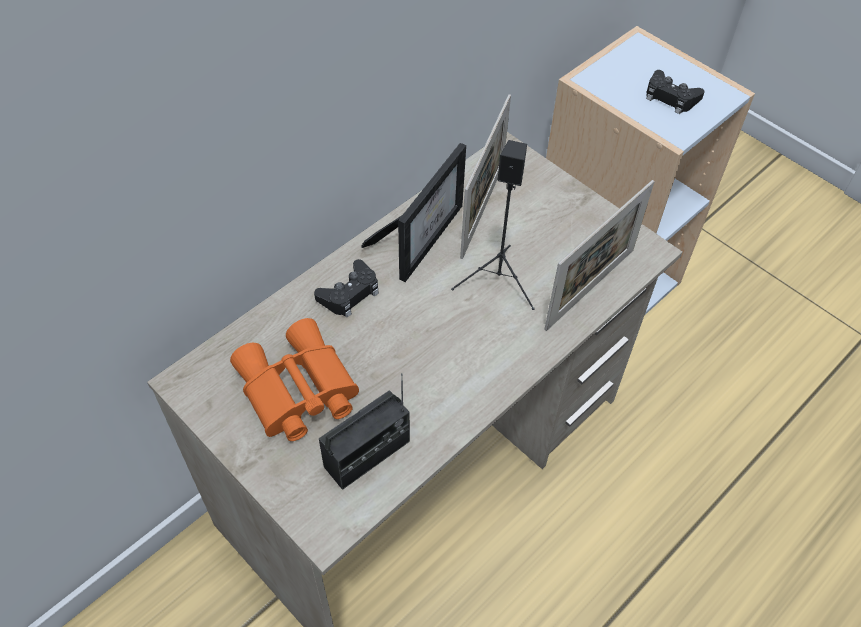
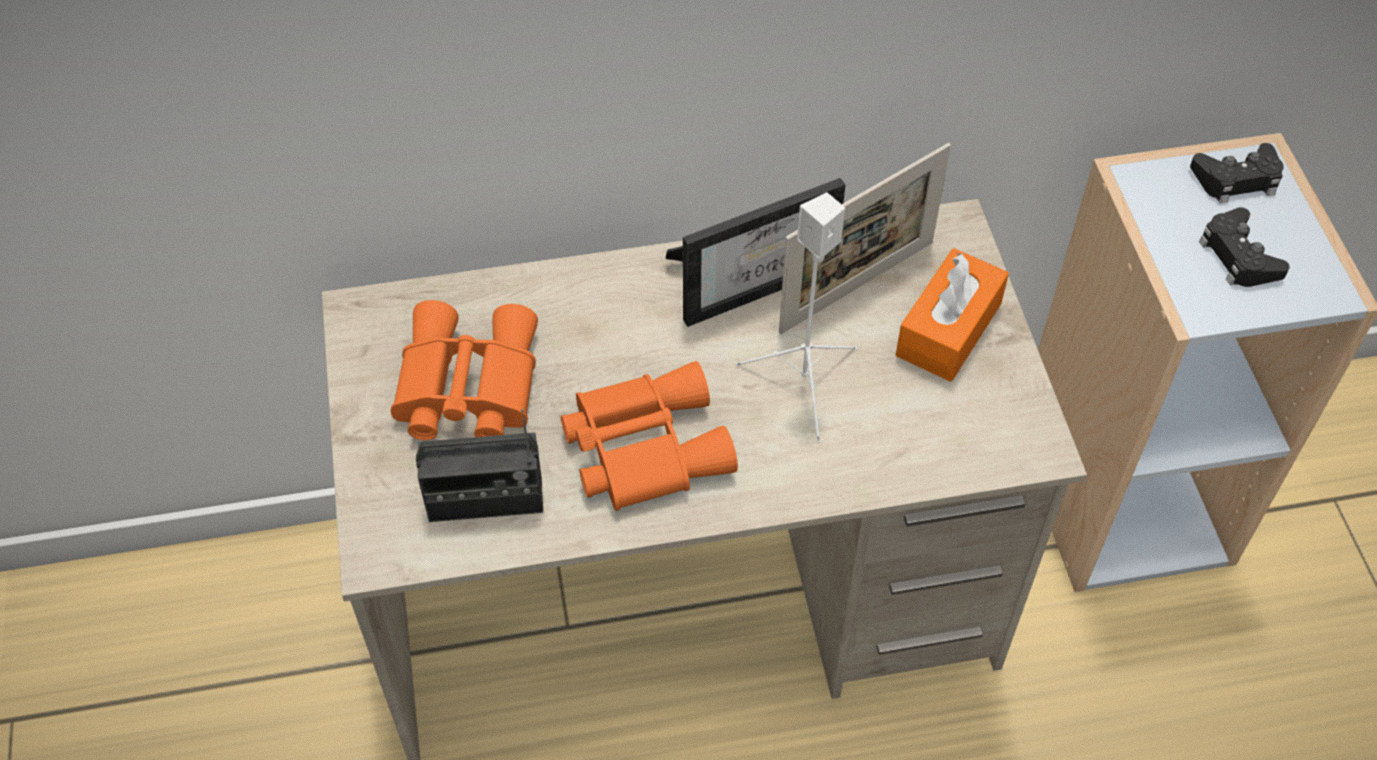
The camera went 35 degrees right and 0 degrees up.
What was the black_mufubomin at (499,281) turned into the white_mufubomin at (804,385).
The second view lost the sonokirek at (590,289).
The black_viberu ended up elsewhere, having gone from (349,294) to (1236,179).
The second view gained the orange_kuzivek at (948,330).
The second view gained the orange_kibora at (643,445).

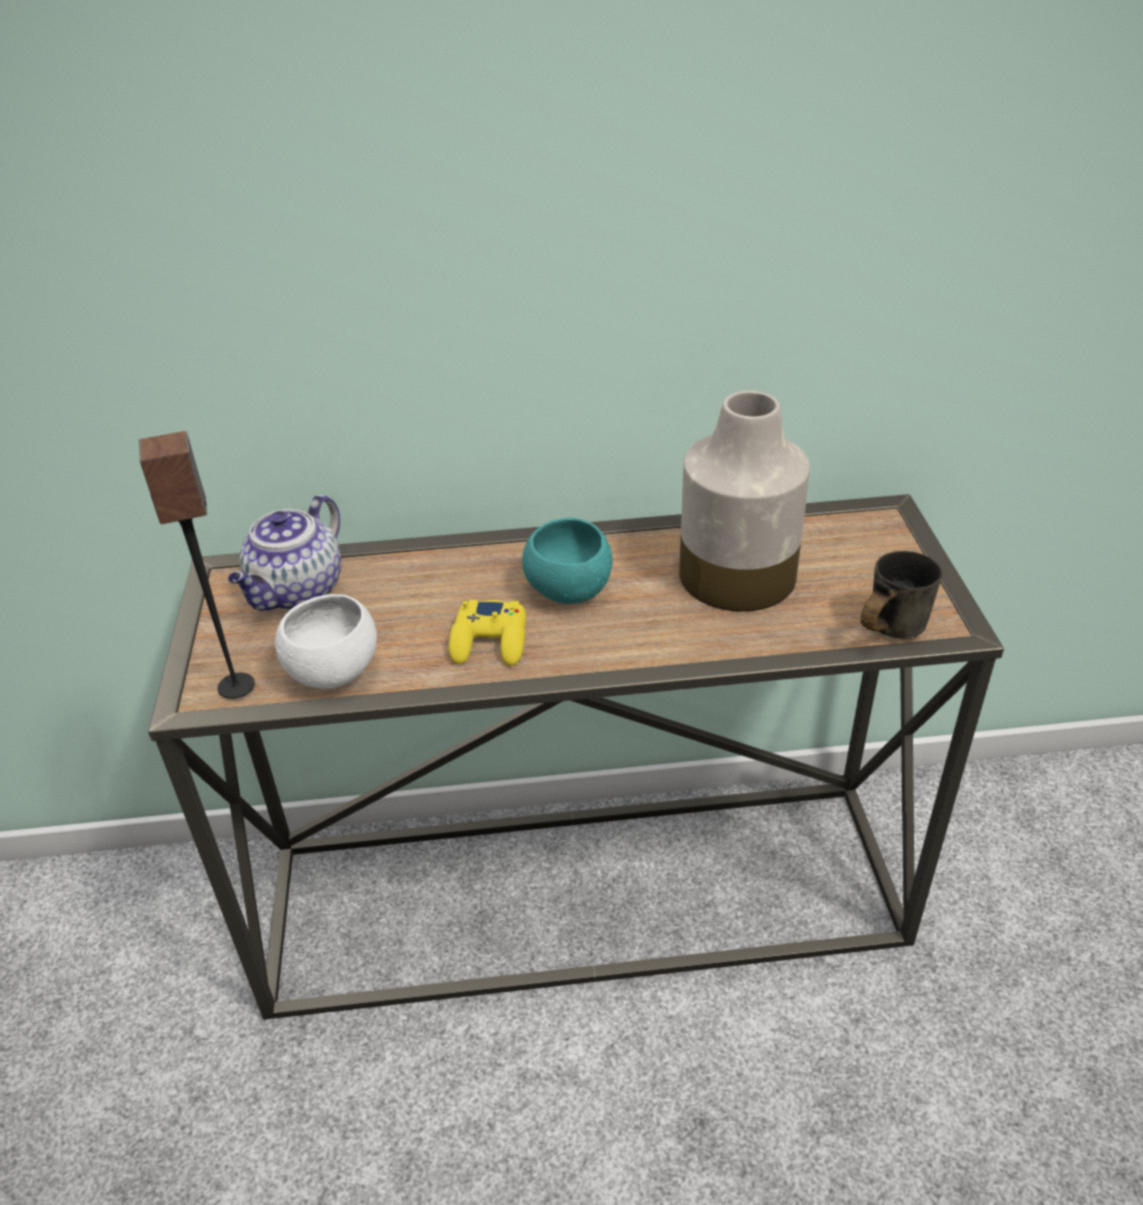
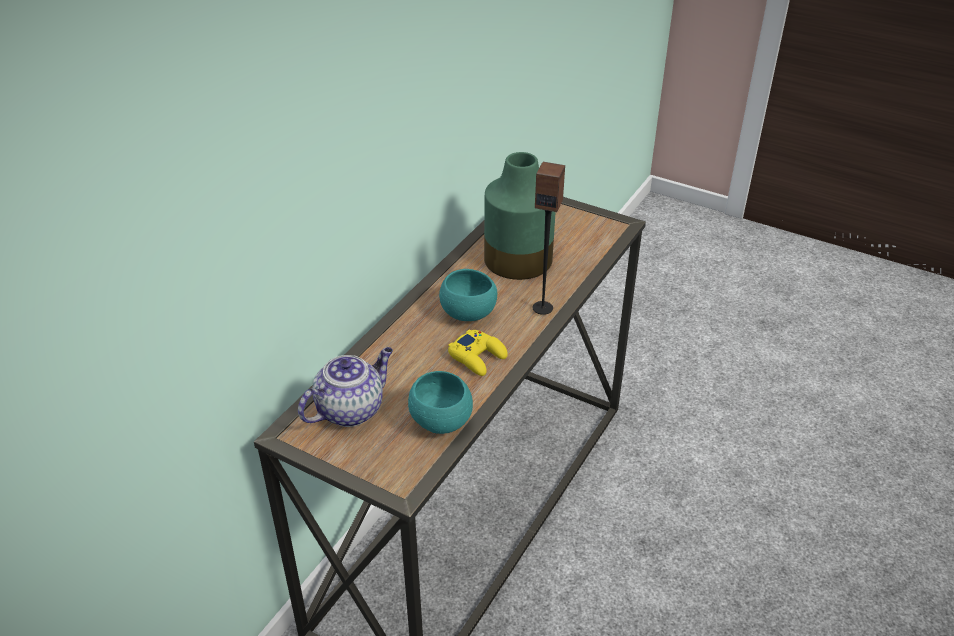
The camera went 55 degrees left and 0 degrees up.
What was the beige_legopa at (739,574) turned into the green_legopa at (518,258).
The mufubomin ended up elsewhere, having gone from (237,686) to (543,307).
The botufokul at (297,592) ended up facing another way, 105 degrees counterclockwise from before.
The second view lost the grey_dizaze at (884,628).
What was the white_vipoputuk at (334,672) turned into the turquoise_vipoputuk at (441,421).

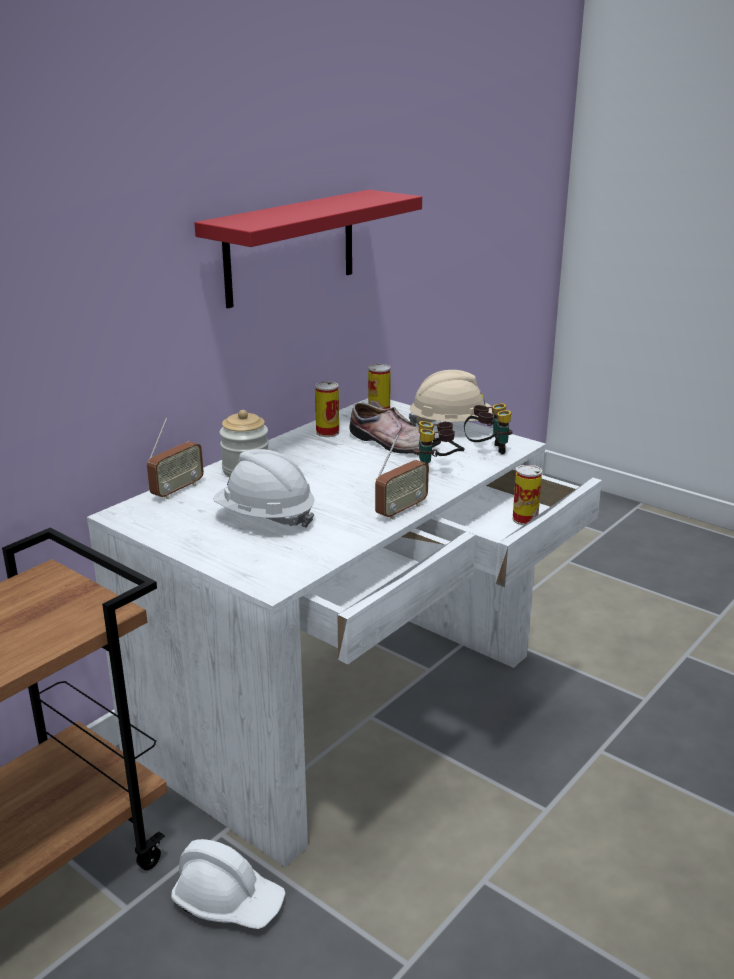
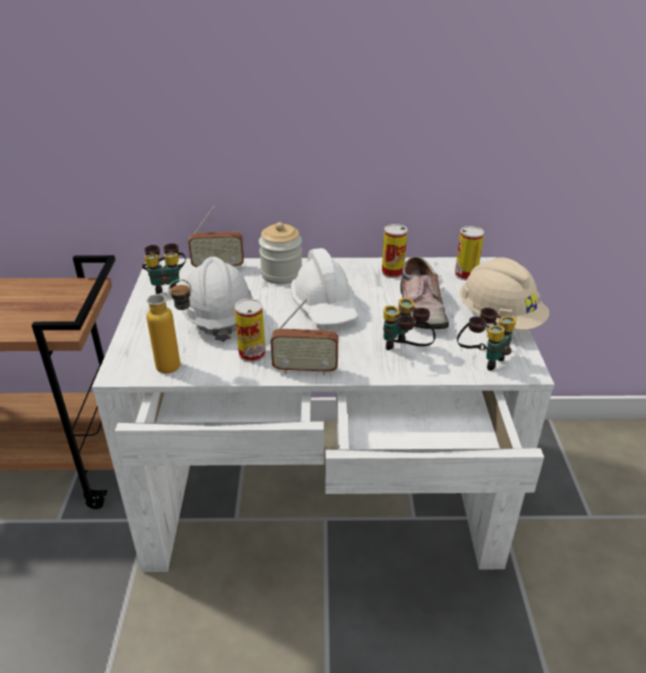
The camera went 50 degrees right and 10 degrees up.
The second view lost the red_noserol at (290,247).
The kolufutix ended up elsewhere, having gone from (525,519) to (252,354).
The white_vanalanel ended up elsewhere, having gone from (229,900) to (325,306).
The second view gained the kibora at (167,286).
The second view gained the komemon at (178,365).

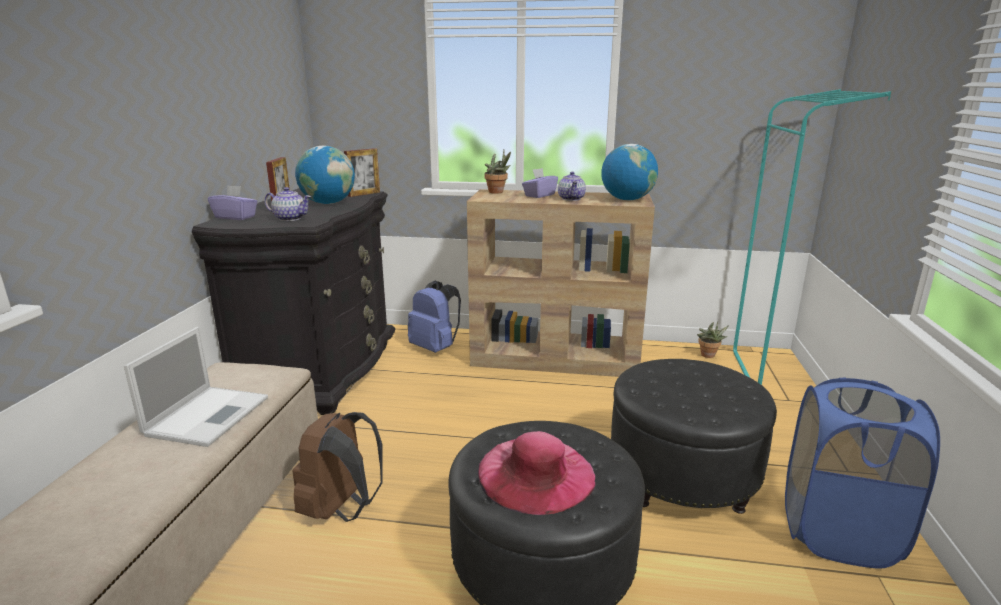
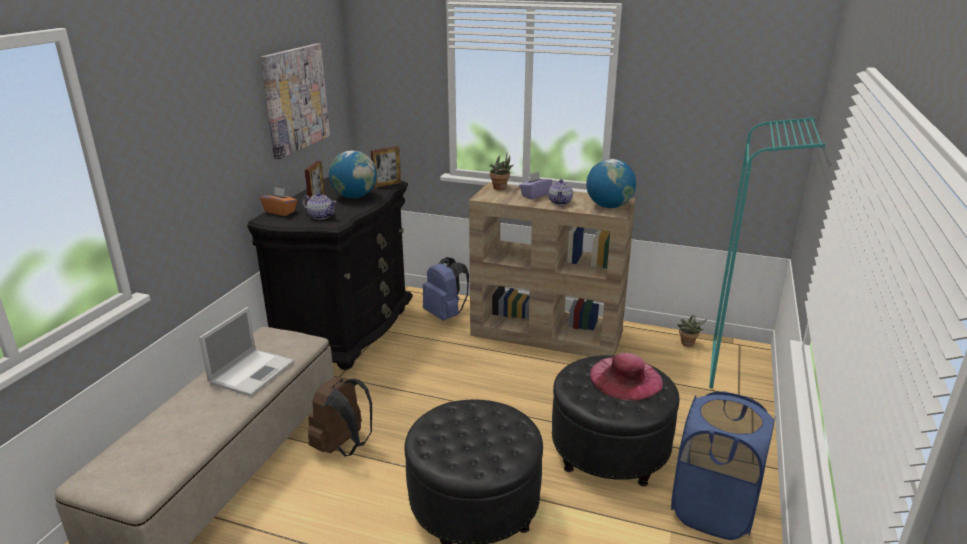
The camera went 10 degrees right and 5 degrees up.
What was the purple_kuzivek at (236,217) turned into the orange_kuzivek at (280,212).
The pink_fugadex ended up elsewhere, having gone from (535,473) to (625,378).
The second view gained the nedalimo at (295,99).

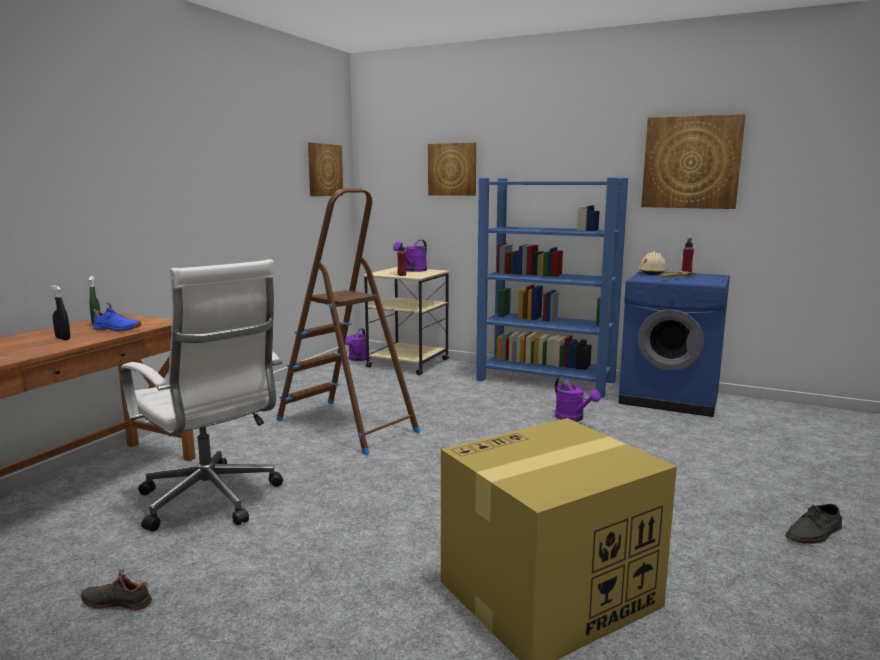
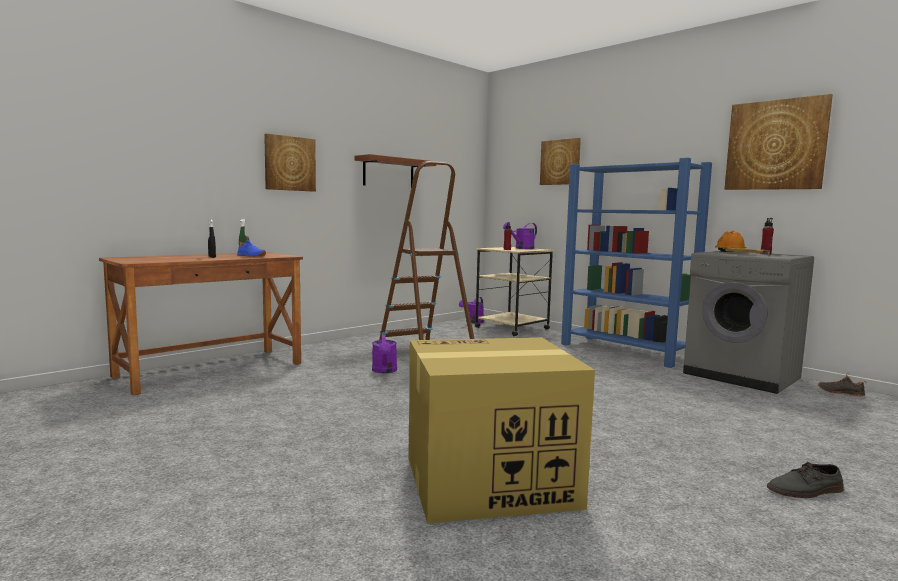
The camera went 20 degrees right and 5 degrees down.
The nedalimo ended up elsewhere, having gone from (324,170) to (289,163).
What was the beige_vanalanel at (652,273) turned into the orange_vanalanel at (730,251).
The second view lost the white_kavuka at (212,501).
What was the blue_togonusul at (669,399) turned into the grey_togonusul at (741,376).
The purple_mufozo ended up elsewhere, having gone from (573,418) to (384,371).
The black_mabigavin ended up elsewhere, having gone from (118,602) to (840,392).
The second view gained the brown_noserol at (388,173).

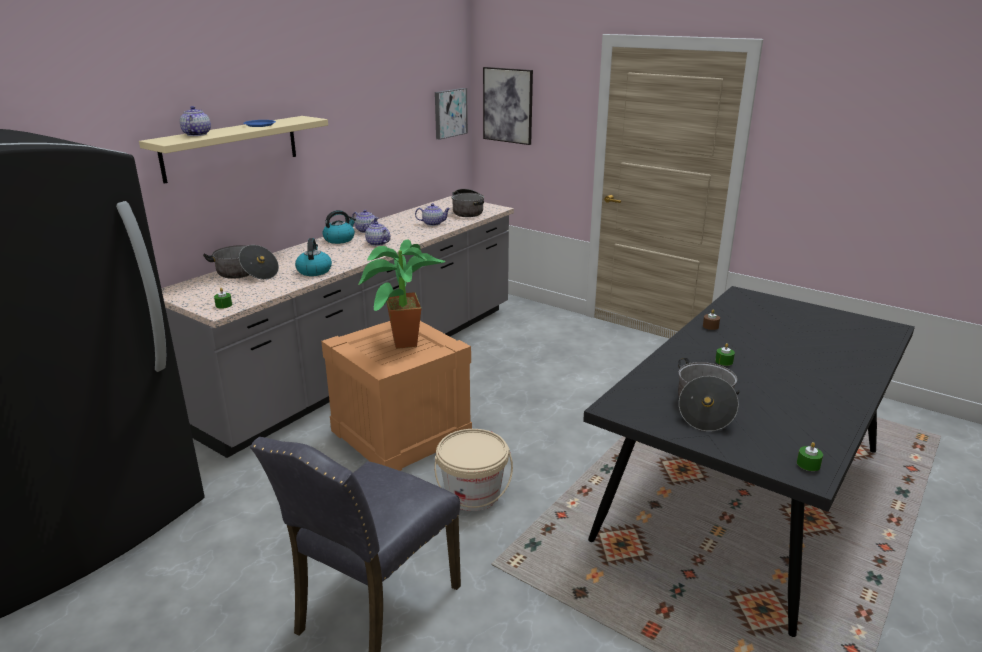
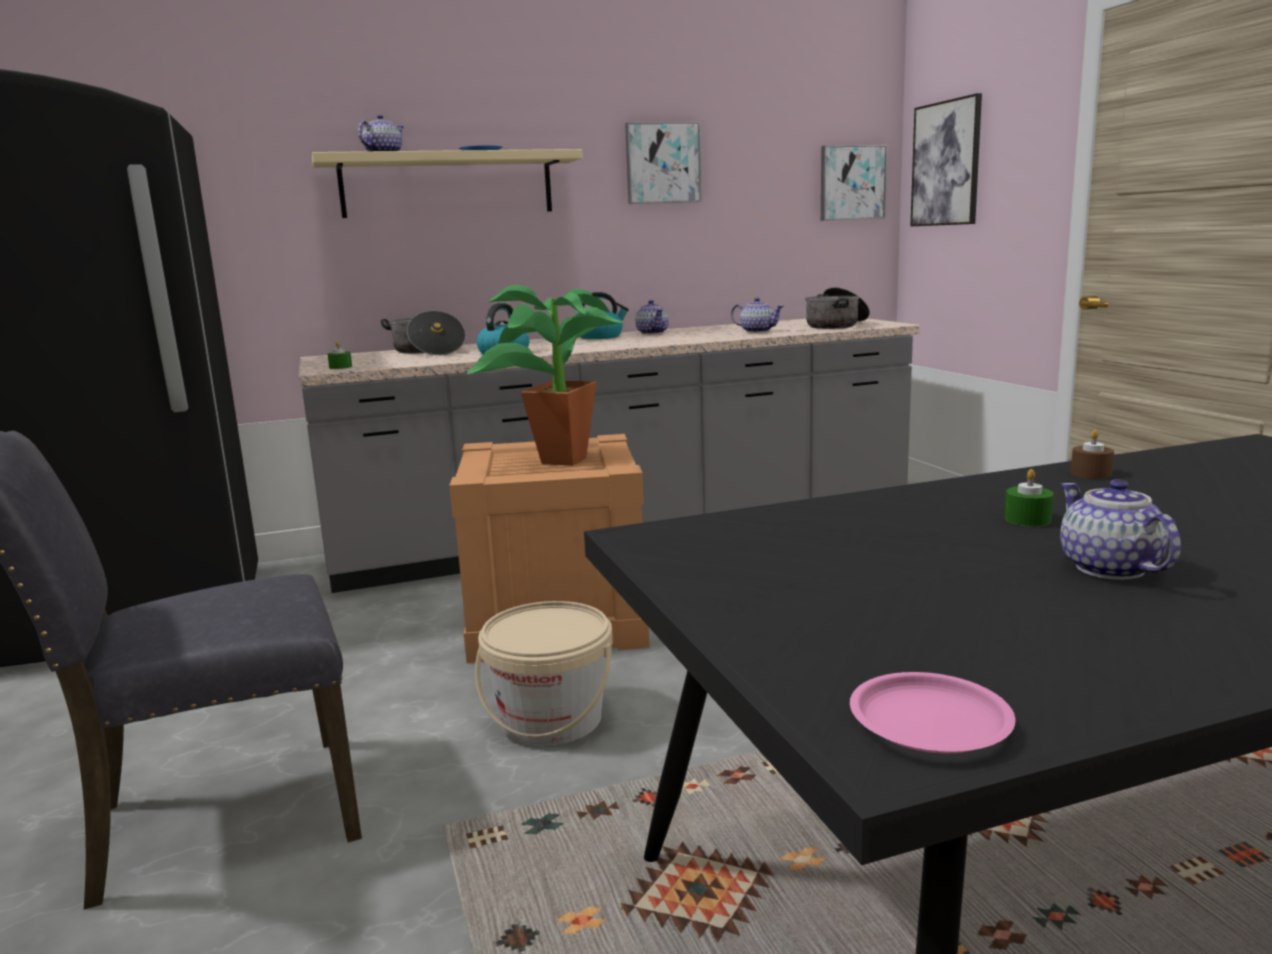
The camera went 35 degrees right and 10 degrees down.
The botufokul ended up elsewhere, having gone from (377,243) to (1109,569).
The second view lost the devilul at (704,408).
Where the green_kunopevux stood at (808,464), the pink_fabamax came to stand at (929,723).
The second view gained the nedalimo at (662,163).

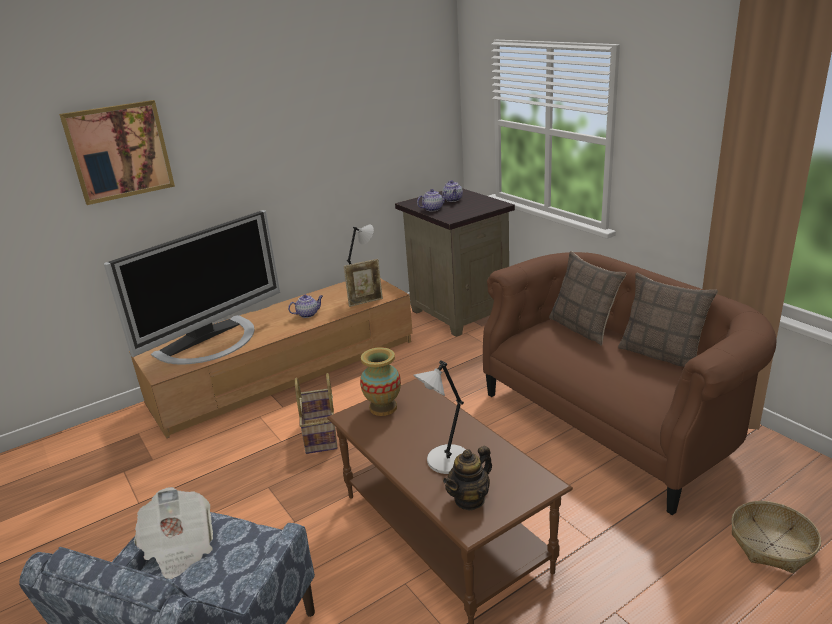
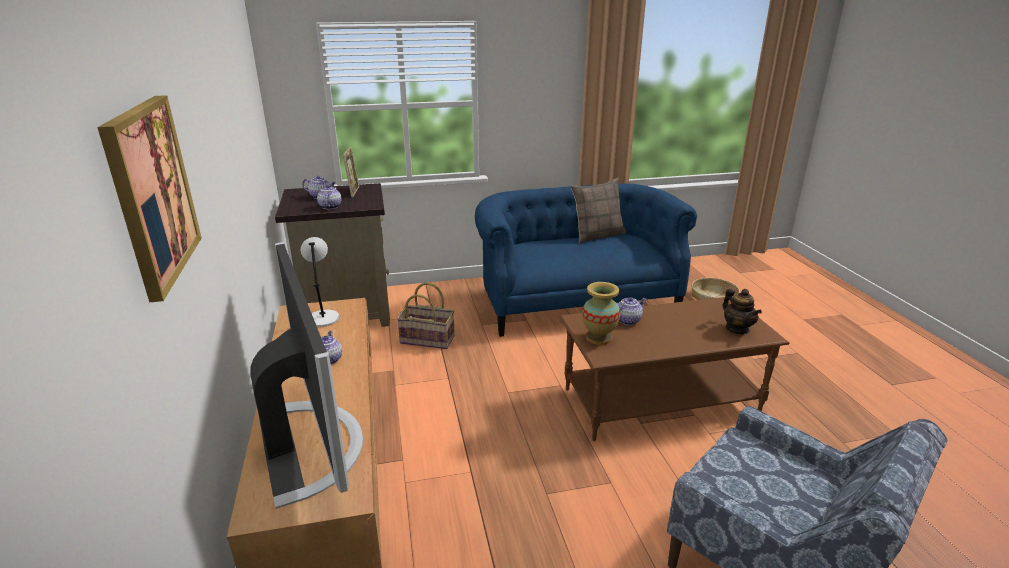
The camera went 70 degrees left and 0 degrees up.
The second view lost the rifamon at (583,328).
What was the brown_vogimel at (612,421) turned into the blue_vogimel at (575,302).
The sonokirek ended up elsewhere, having gone from (365,302) to (353,192).
The second view lost the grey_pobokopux at (446,461).
The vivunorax ended up elsewhere, having gone from (321,434) to (428,339).
The second view lost the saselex at (179,547).
The second view gained the botufokul at (628,320).

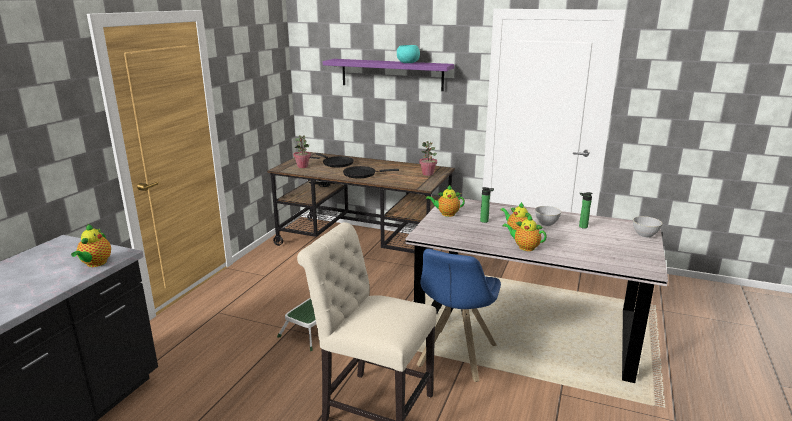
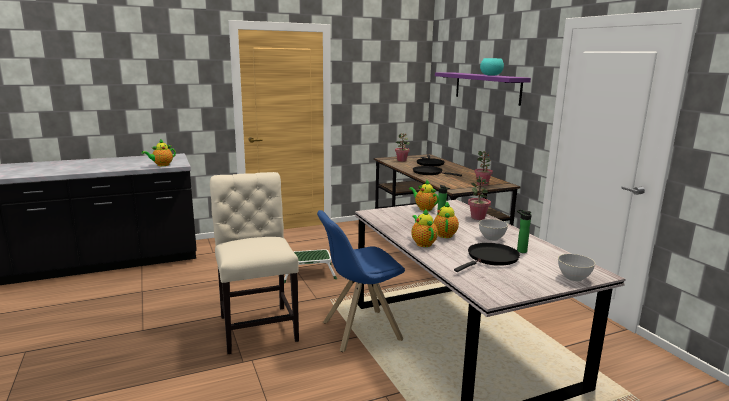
The camera went 45 degrees right and 5 degrees down.
The second view gained the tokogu at (477,218).
The second view gained the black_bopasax at (491,258).

